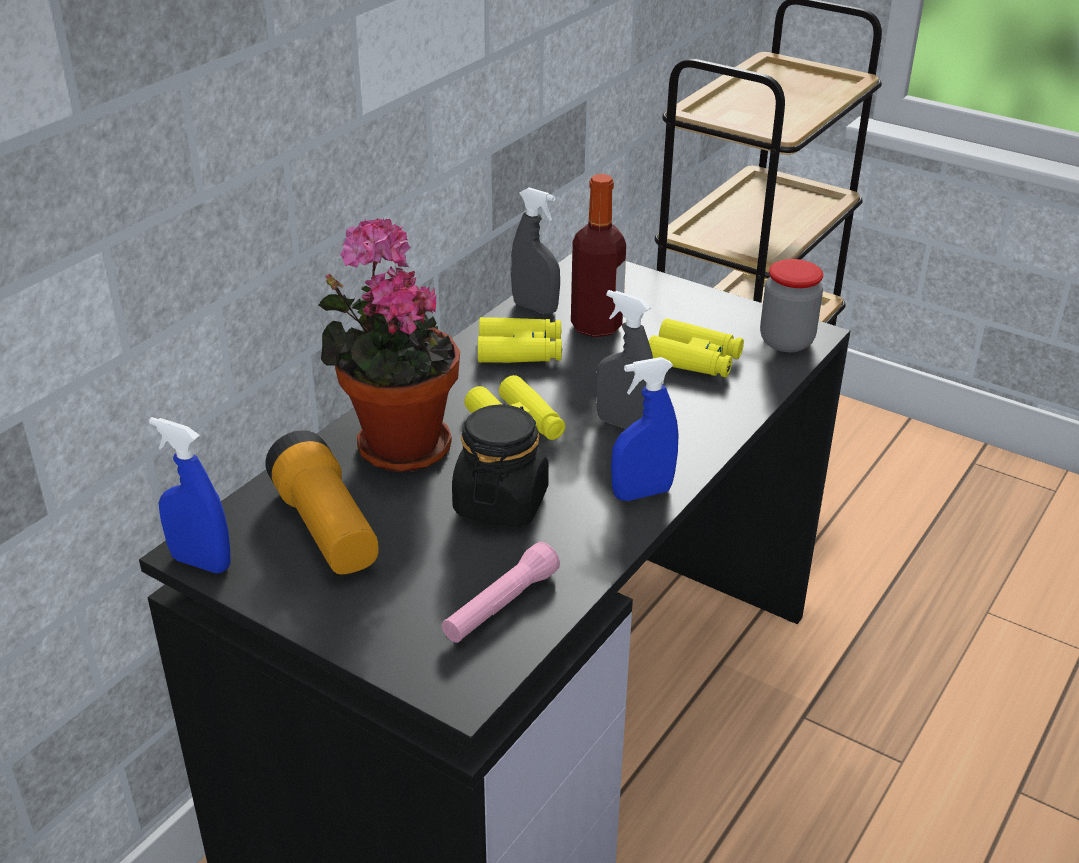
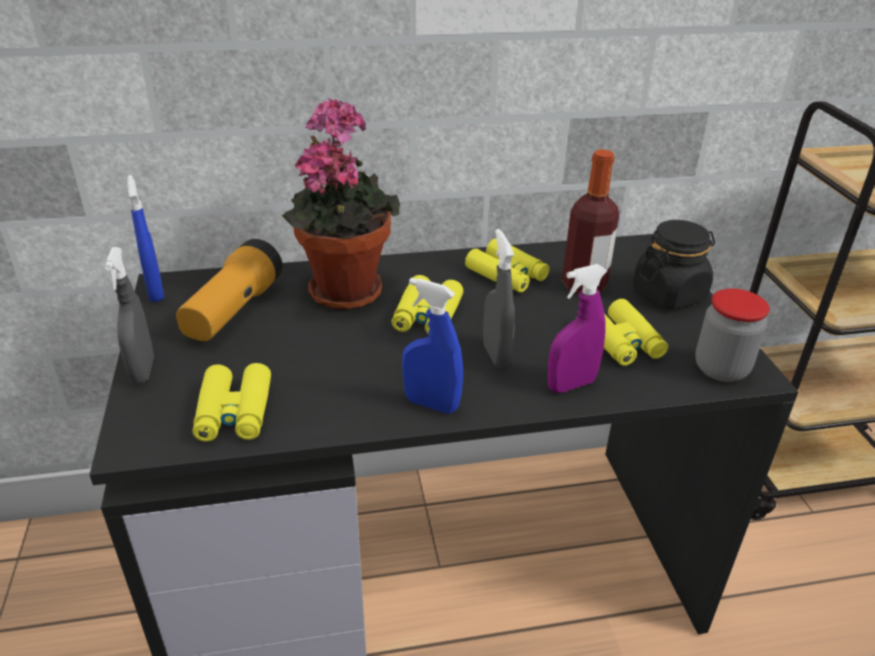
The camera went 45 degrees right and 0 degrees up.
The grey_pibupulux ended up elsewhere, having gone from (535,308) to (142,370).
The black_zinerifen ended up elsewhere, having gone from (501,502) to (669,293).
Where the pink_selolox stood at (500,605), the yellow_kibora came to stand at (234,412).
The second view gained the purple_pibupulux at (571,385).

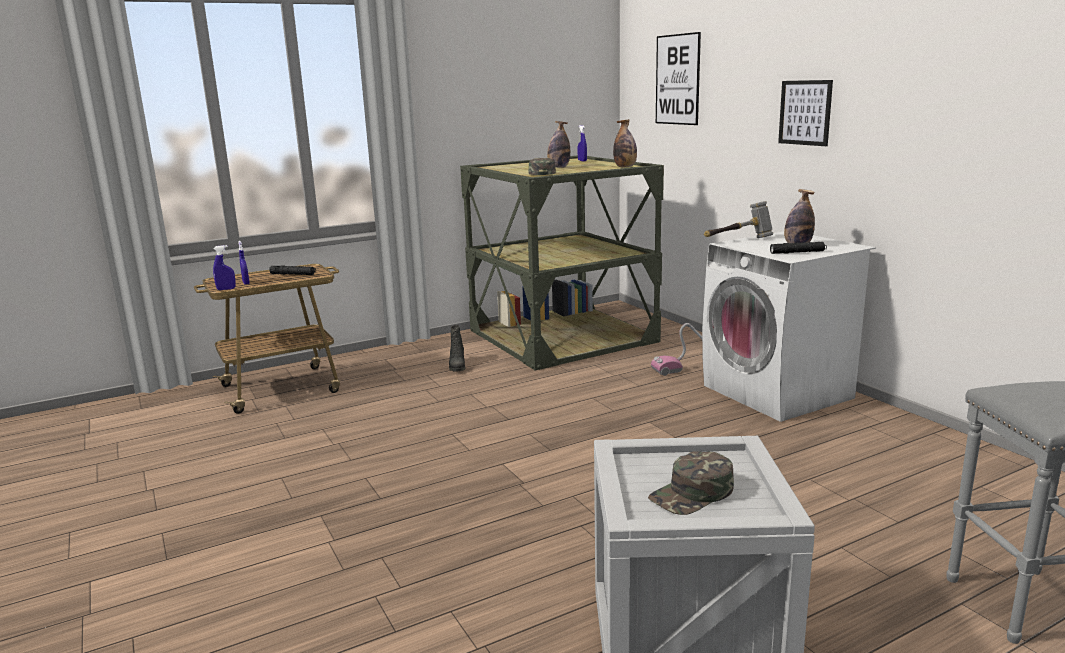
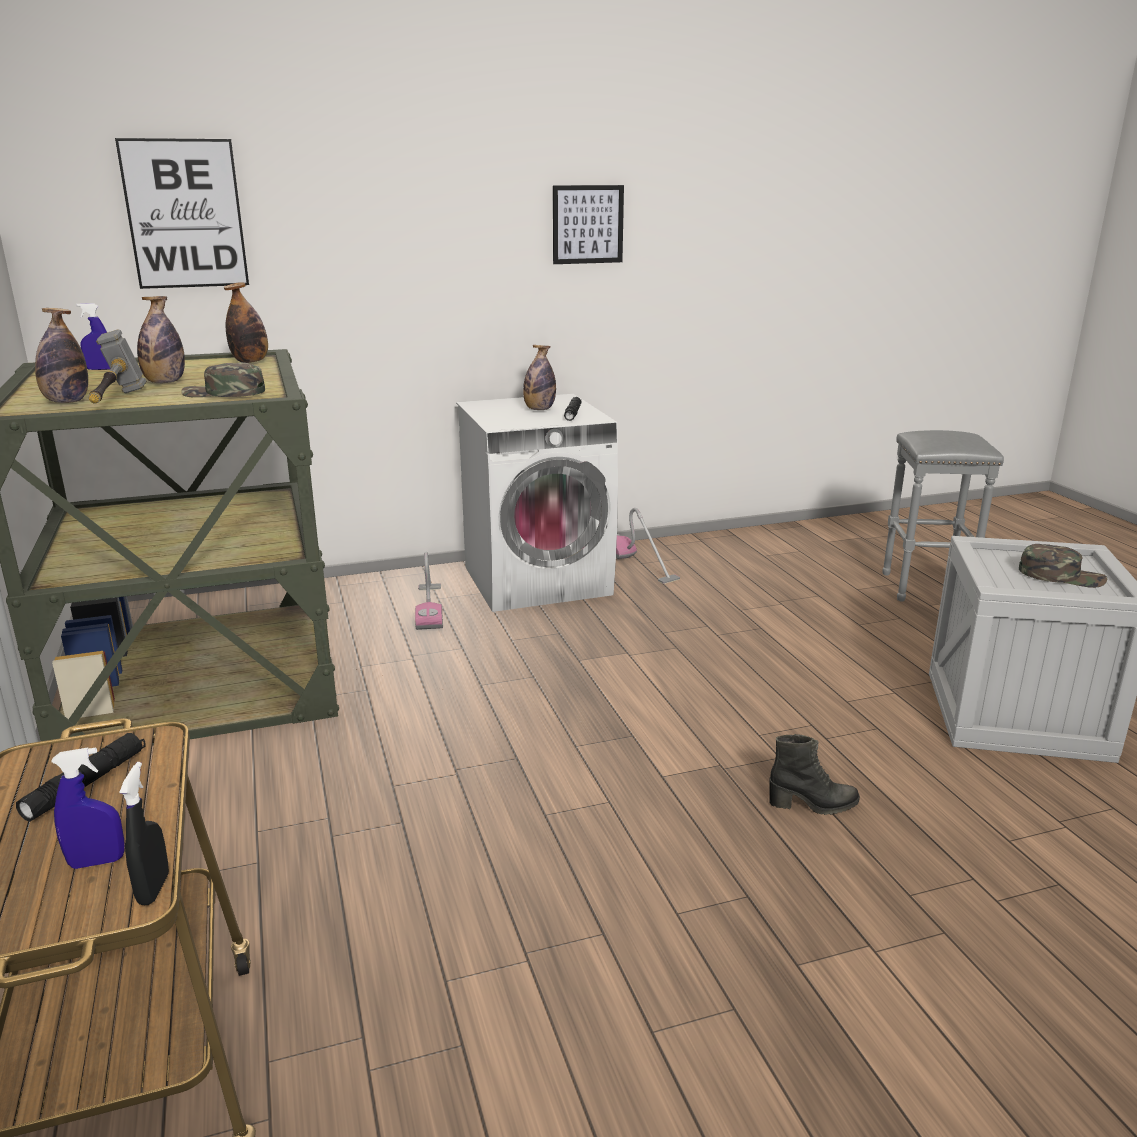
The camera went 80 degrees left and 5 degrees up.
The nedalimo ended up elsewhere, having gone from (805,112) to (587,224).
The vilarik ended up elsewhere, having gone from (739,240) to (116,401).
What was the blue_pibupulux at (226,289) turned into the black_pibupulux at (153,889).
The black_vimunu ended up elsewhere, having gone from (457,366) to (813,805).
The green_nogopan at (692,494) ended up facing another way, 45 degrees counterclockwise from before.
The second view gained the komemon at (67,402).
The second view gained the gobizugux at (639,565).

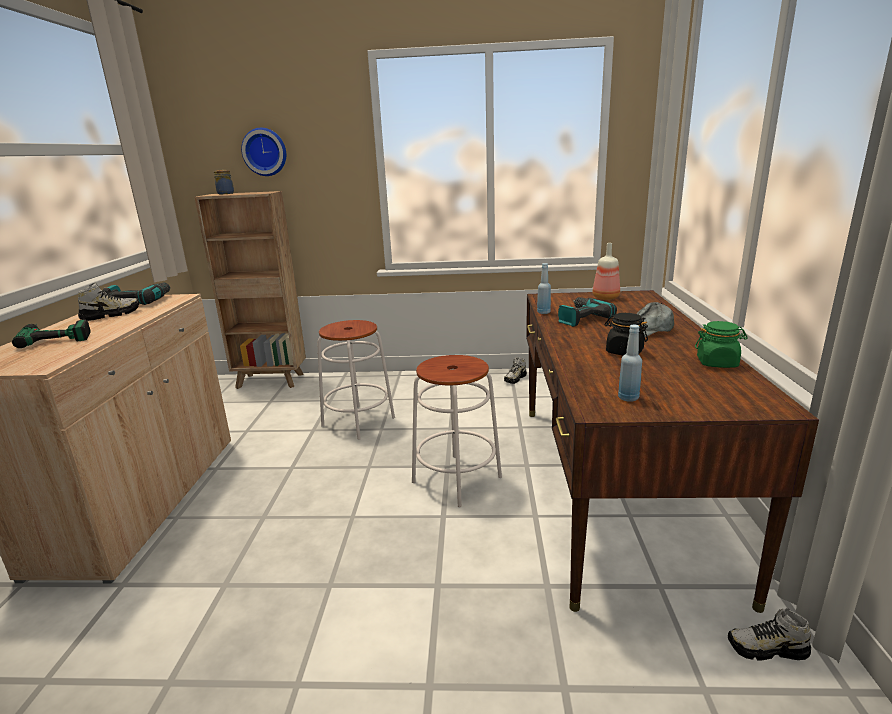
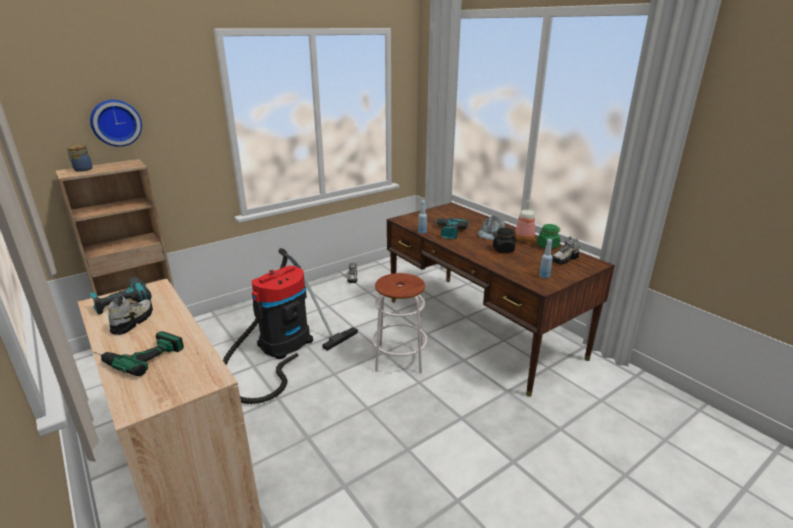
The camera went 40 degrees left and 5 degrees up.
The komemon ended up elsewhere, having gone from (606,298) to (524,239).
Where the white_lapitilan stood at (358,421), the gobizugux came to stand at (281,346).
The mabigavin ended up elsewhere, having gone from (767,649) to (564,259).

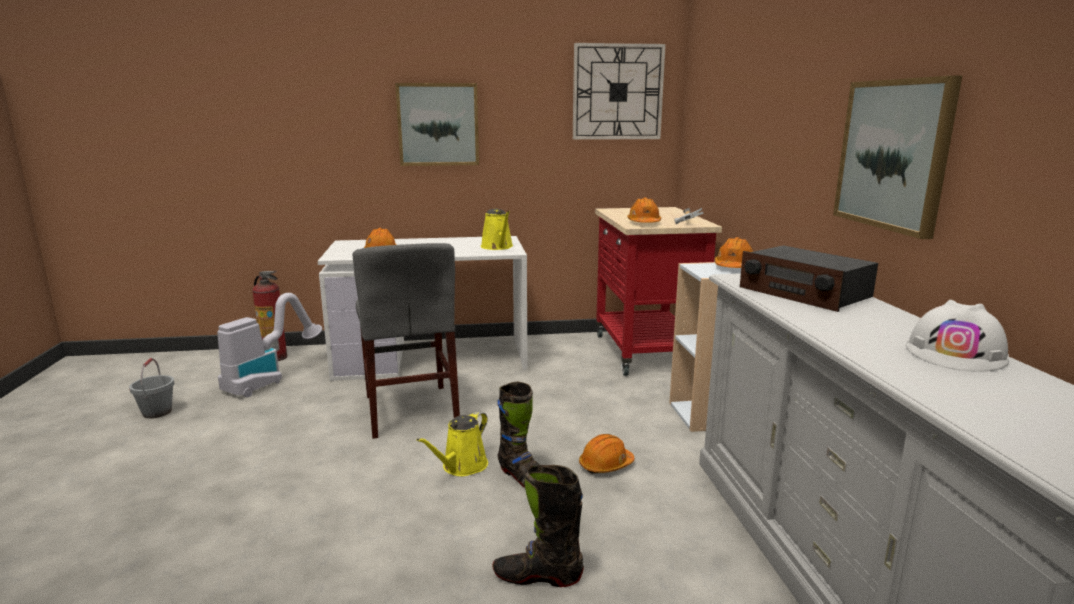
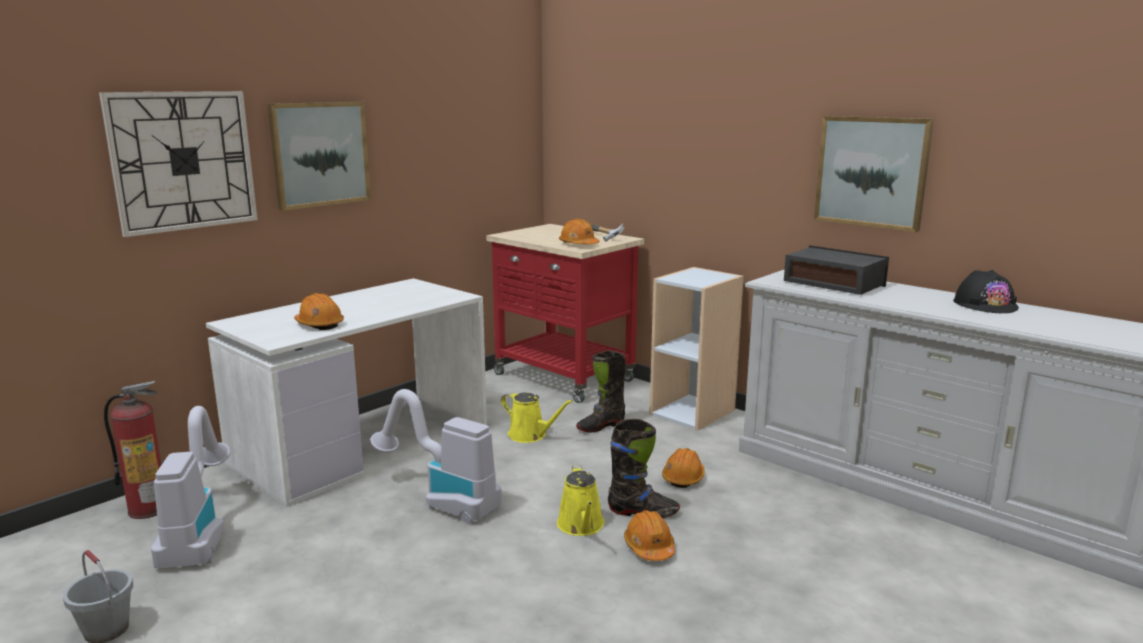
The camera went 40 degrees left and 0 degrees up.
The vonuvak ended up elsewhere, having gone from (617,92) to (183,161).
The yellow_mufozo ended up elsewhere, having gone from (498,247) to (530,435).
The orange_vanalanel ended up elsewhere, having gone from (734,267) to (649,547).
Where the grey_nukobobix stood at (410,410), the gobizugux came to stand at (442,500).
The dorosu at (804,293) ended up facing another way, 150 degrees counterclockwise from before.
What was the white_vanalanel at (955,354) turned into the black_vanalanel at (985,304).
The black_vimunu ended up elsewhere, having gone from (537,576) to (600,426).

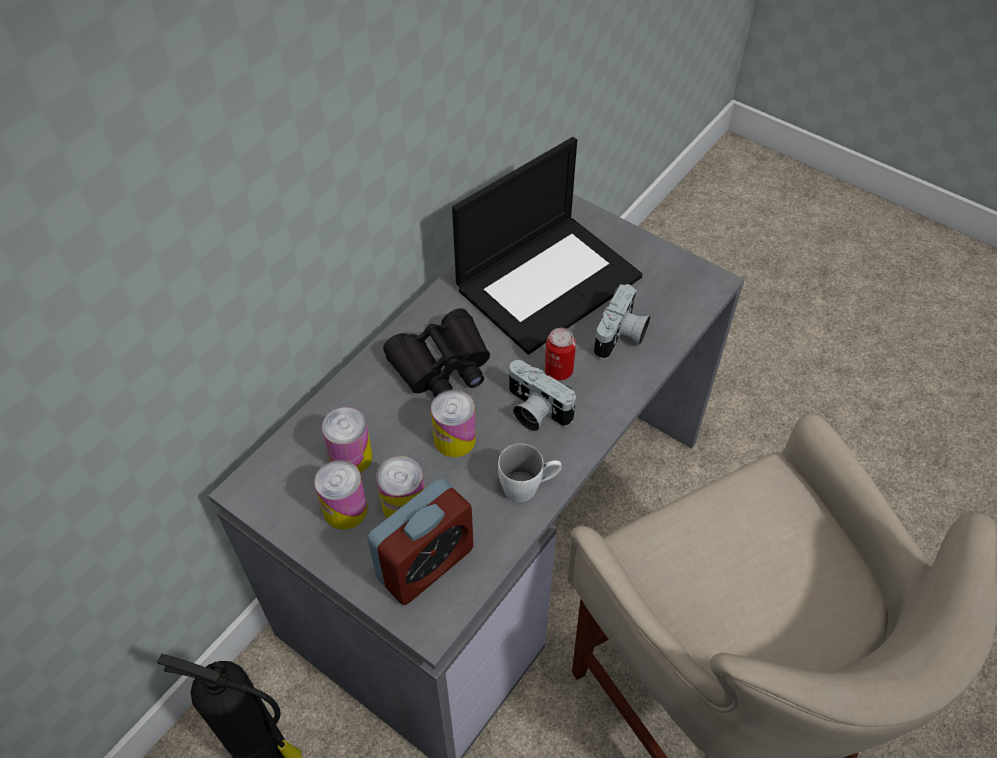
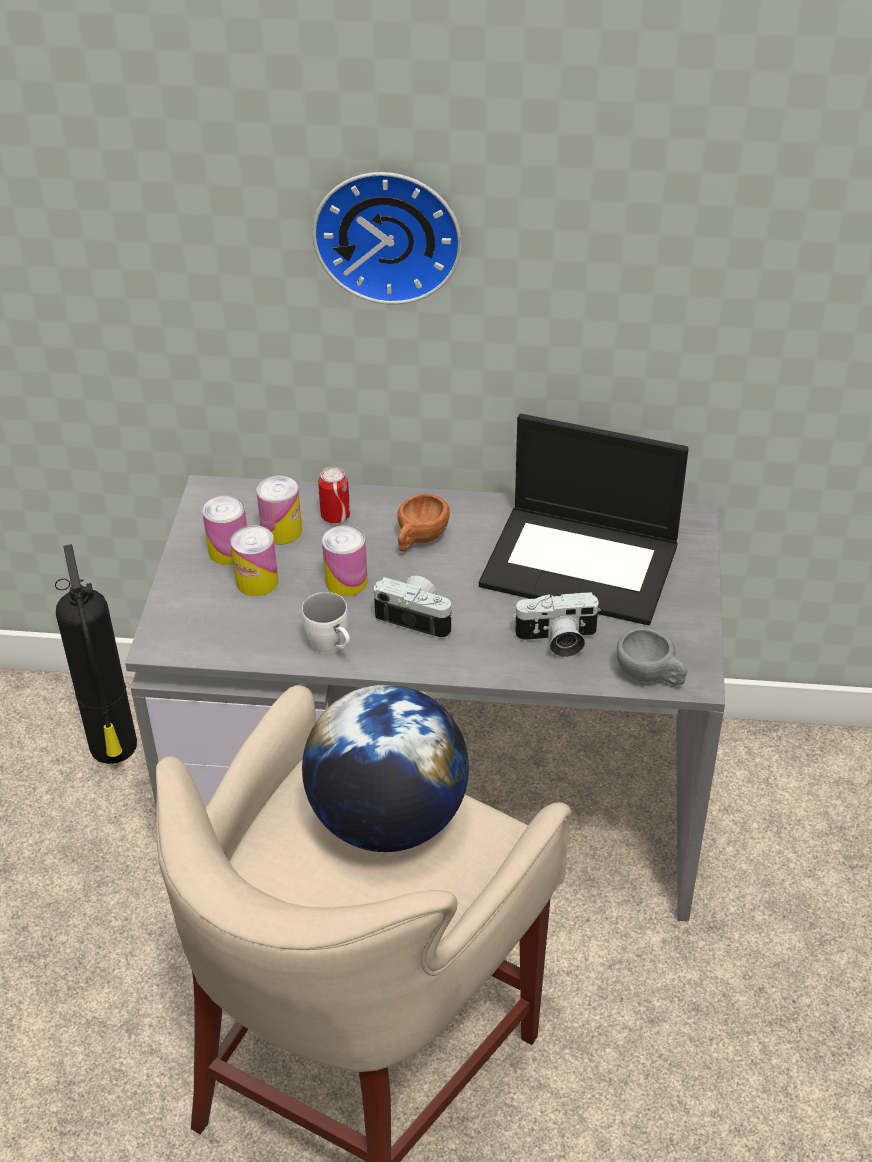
The camera went 60 degrees right and 10 degrees down.
Where the black_kibora stood at (442,365), the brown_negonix came to stand at (419,539).
The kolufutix ended up elsewhere, having gone from (558,370) to (335,516).
The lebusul at (534,411) ended up facing another way, 105 degrees clockwise from before.
The second view lost the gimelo at (425,563).
The second view gained the vonuvak at (388,233).
The second view gained the grey_negonix at (650,675).
The second view gained the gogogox at (388,820).

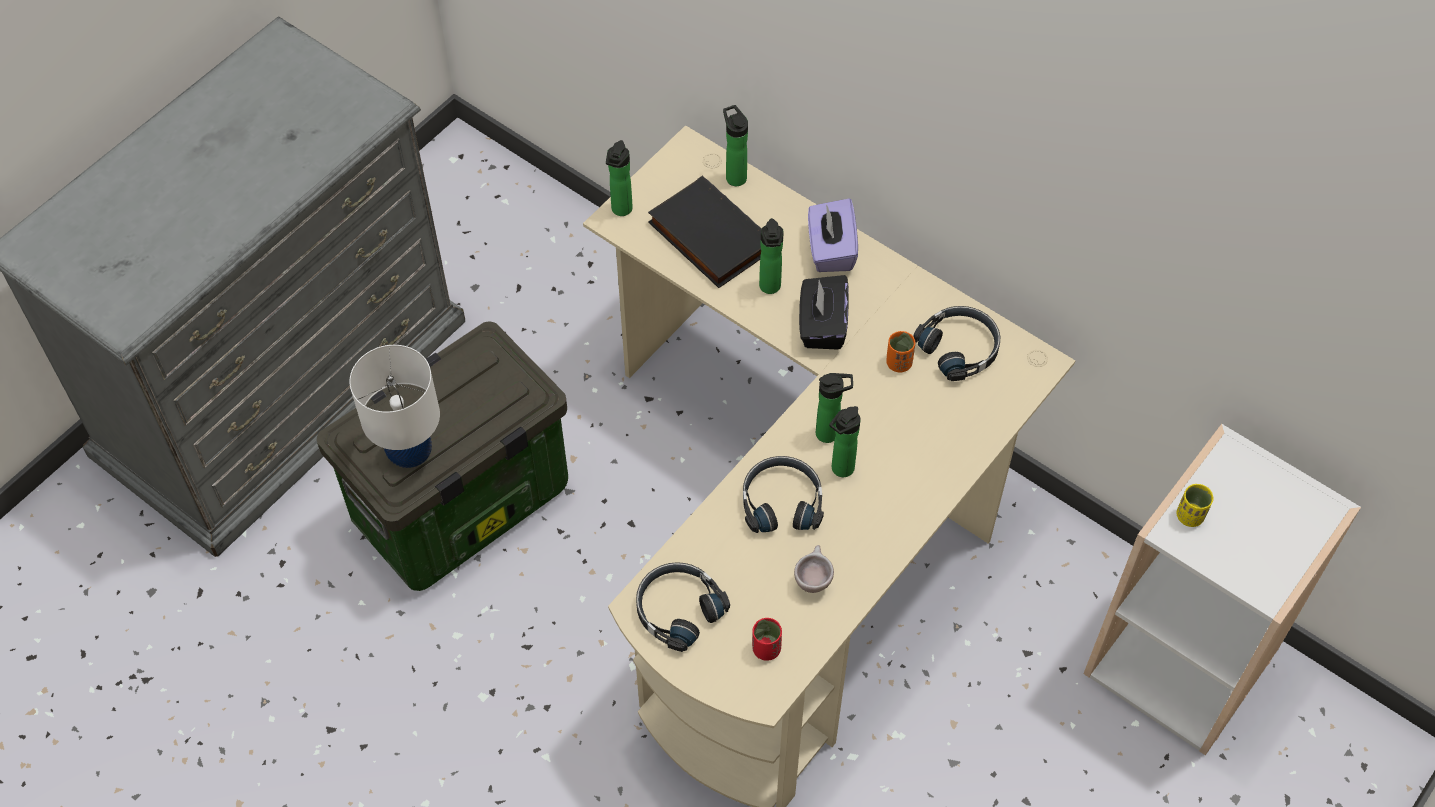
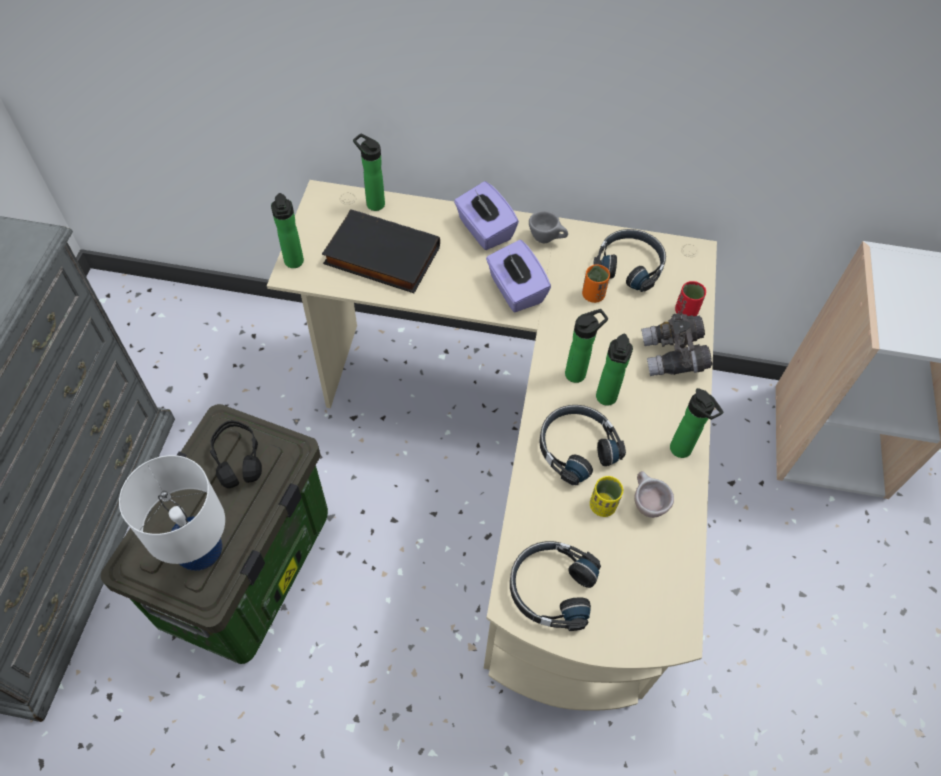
The camera went 30 degrees left and 0 degrees up.
The komemon ended up elsewhere, having gone from (770,288) to (683,451).
What was the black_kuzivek at (822,326) turned into the purple_kuzivek at (515,290).
The yellow_negonix ended up elsewhere, having gone from (1190,516) to (602,505).
The red_negonix ended up elsewhere, having gone from (766,649) to (685,311).
The second view gained the grey_negonix at (547,239).
The second view gained the grey_kibora at (672,357).
The second view gained the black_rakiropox at (238,459).

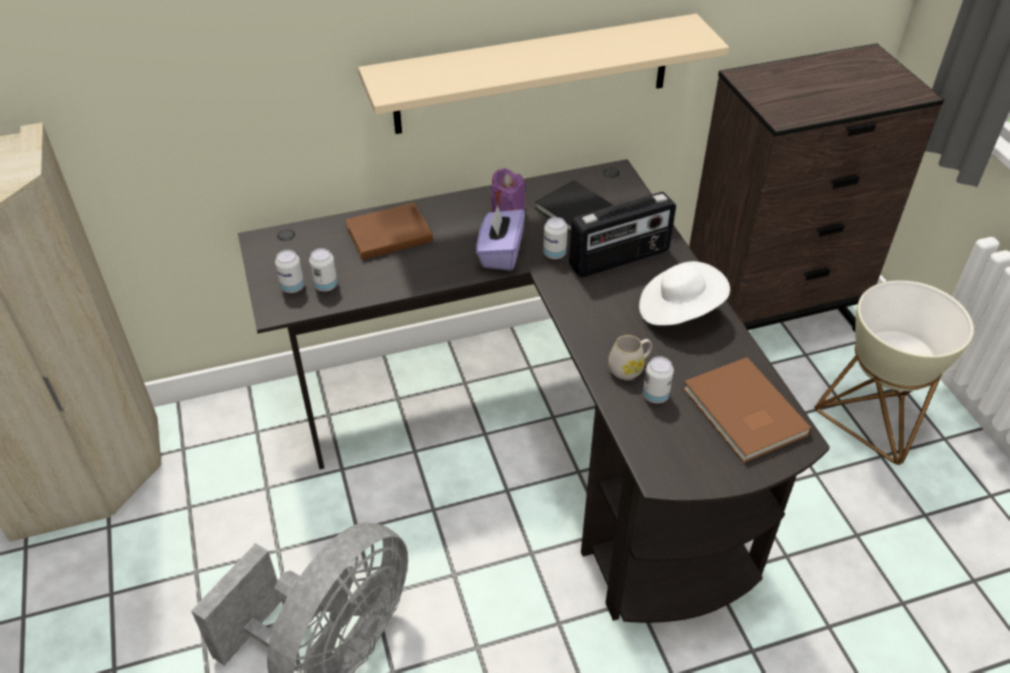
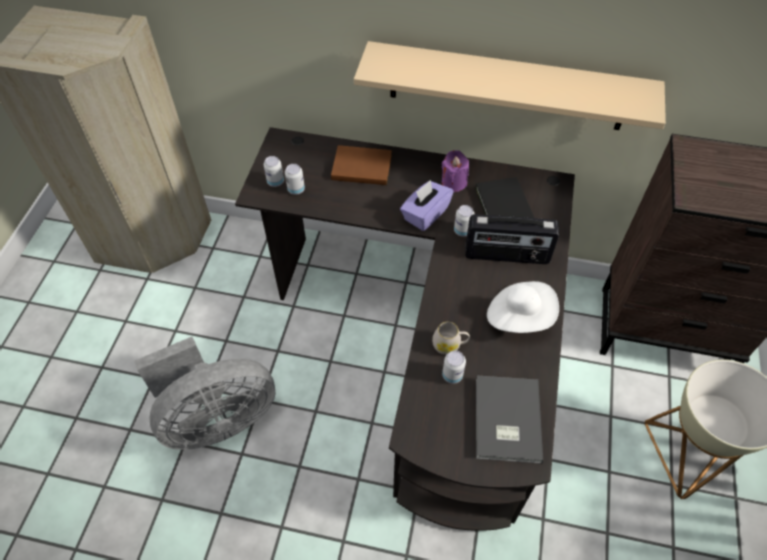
The camera went 30 degrees right and 10 degrees up.
What was the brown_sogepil at (743,413) turned into the grey_sogepil at (505,421).

